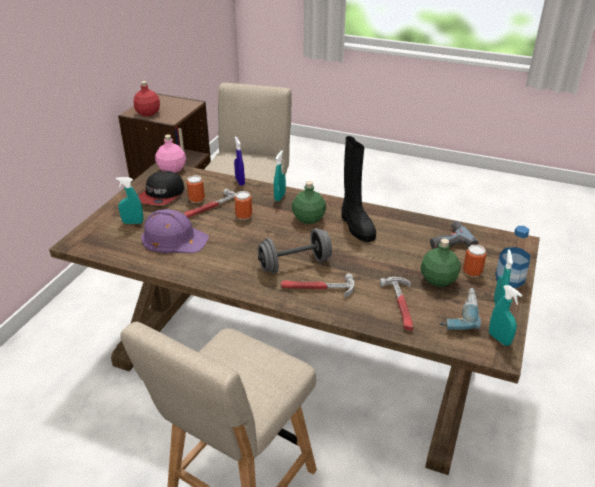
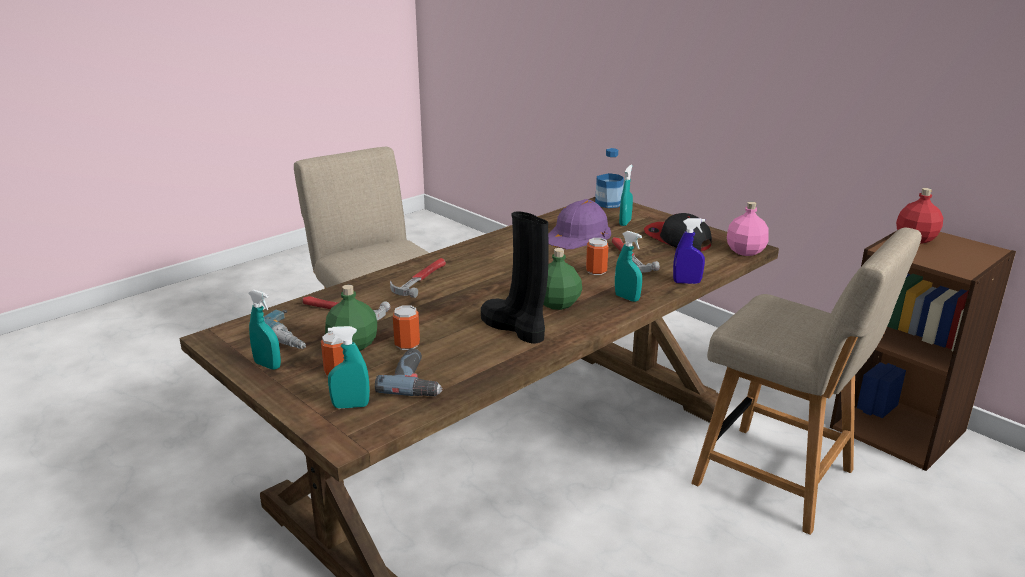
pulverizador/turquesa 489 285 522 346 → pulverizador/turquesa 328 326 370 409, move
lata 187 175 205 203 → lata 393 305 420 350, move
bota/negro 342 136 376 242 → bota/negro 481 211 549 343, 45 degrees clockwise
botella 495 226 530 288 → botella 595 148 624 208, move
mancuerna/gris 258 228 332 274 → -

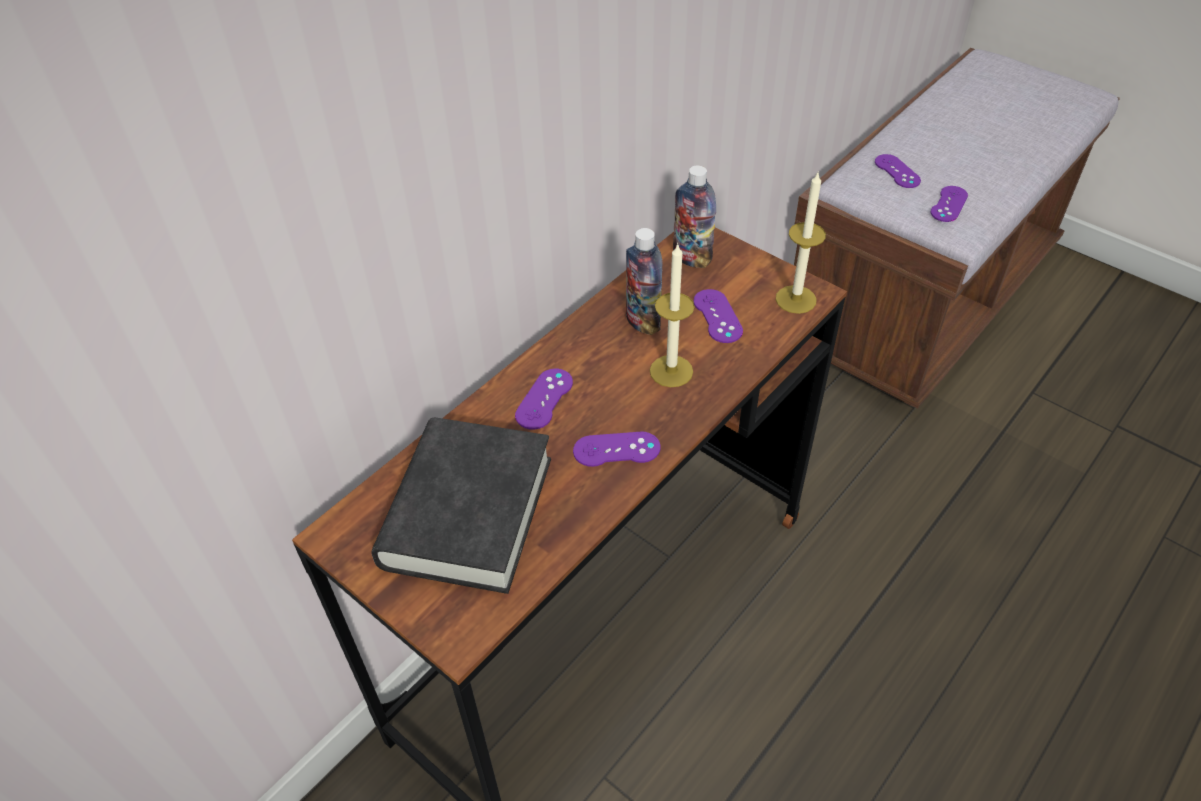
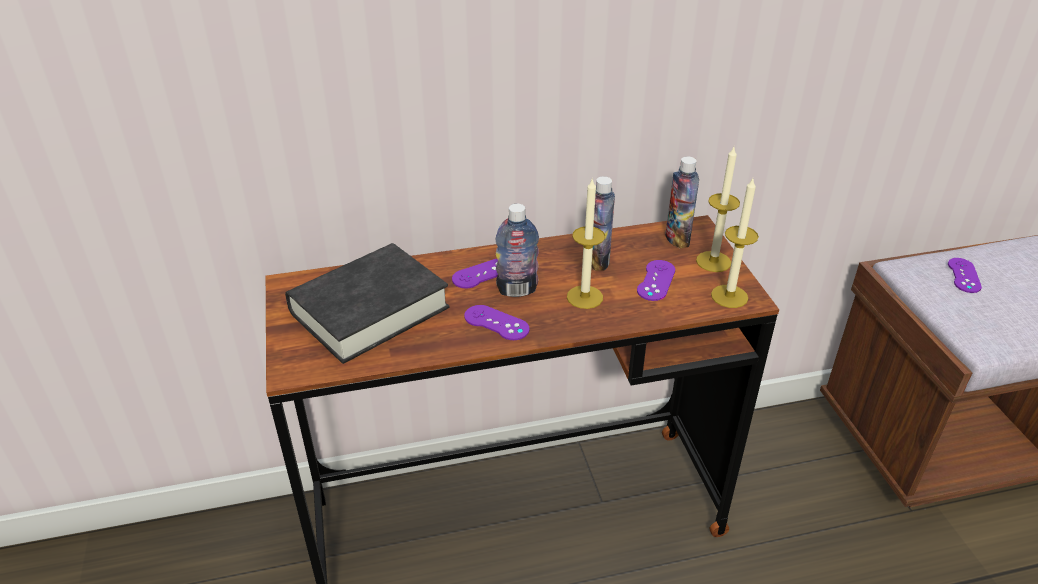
- → botella 495 204 539 297
- → vela 696 147 740 272
mando de consola/morado 931 186 968 222 → -

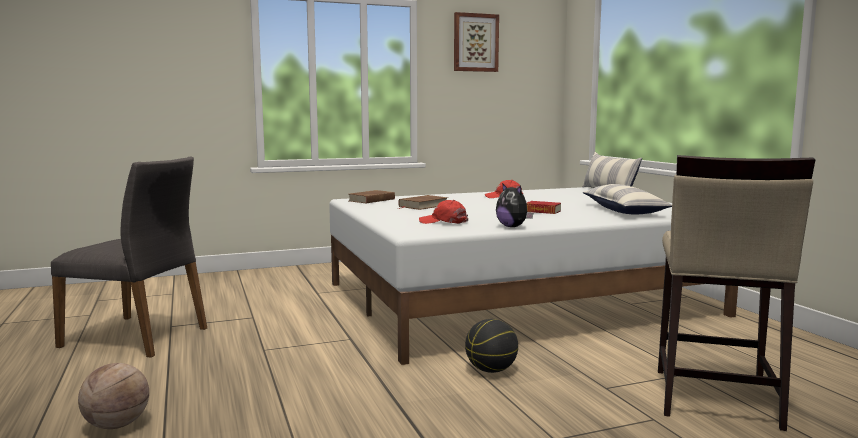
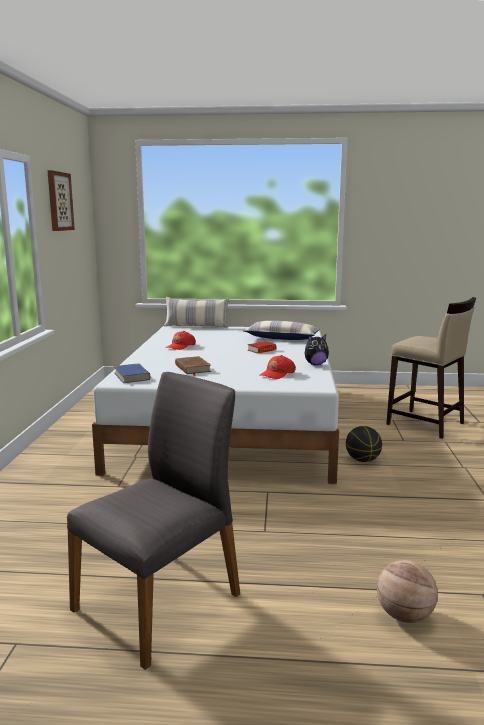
libro/marrón 349 190 395 203 → libro/azul 114 363 150 383

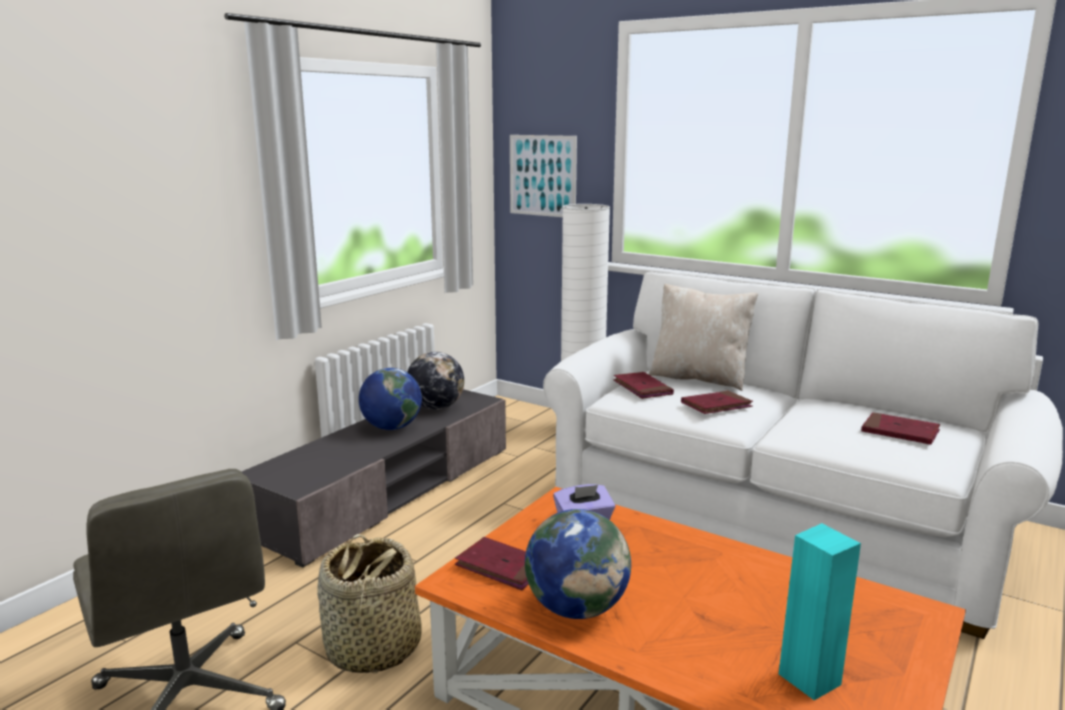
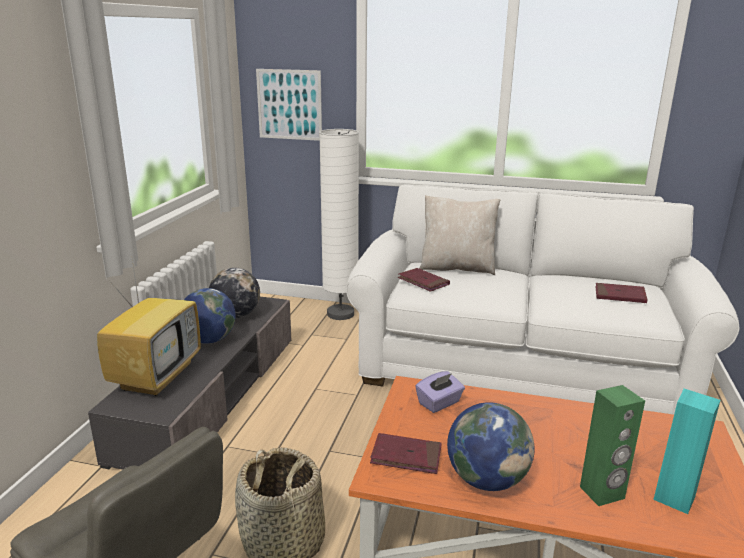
- → televisor 97 253 201 396
- → altavoz/verde 580 385 645 506
libro/rojo 681 390 753 414 → -

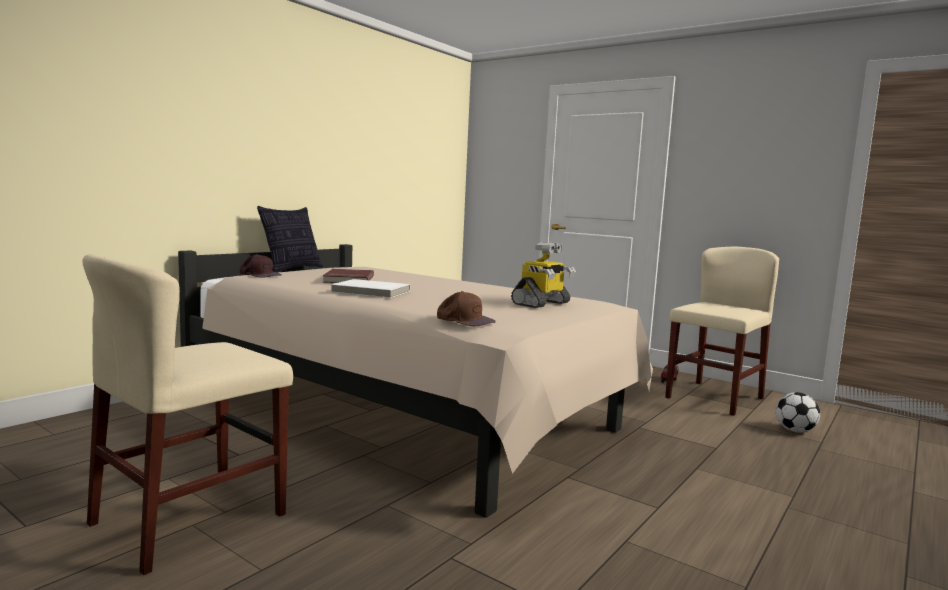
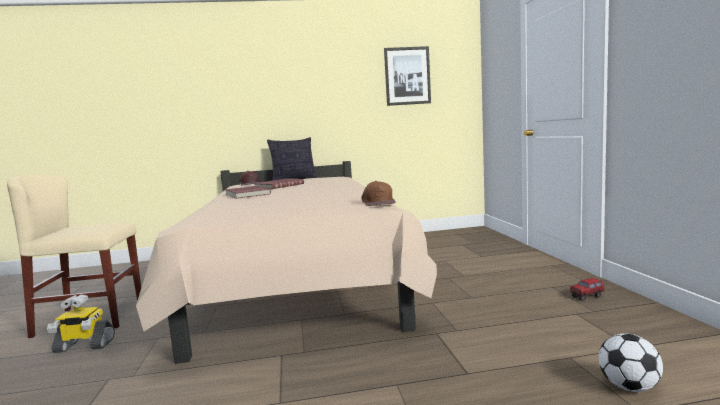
robot de juguete 511 242 576 308 → robot de juguete 47 294 115 353, move
libro/blanco 331 279 410 298 → libro/rojo 225 186 271 199
gorra/marrón 437 291 496 326 → gorra/marrón 361 181 396 206, move
- → cuadro 384 46 431 106
silla/beis 665 247 779 416 → -

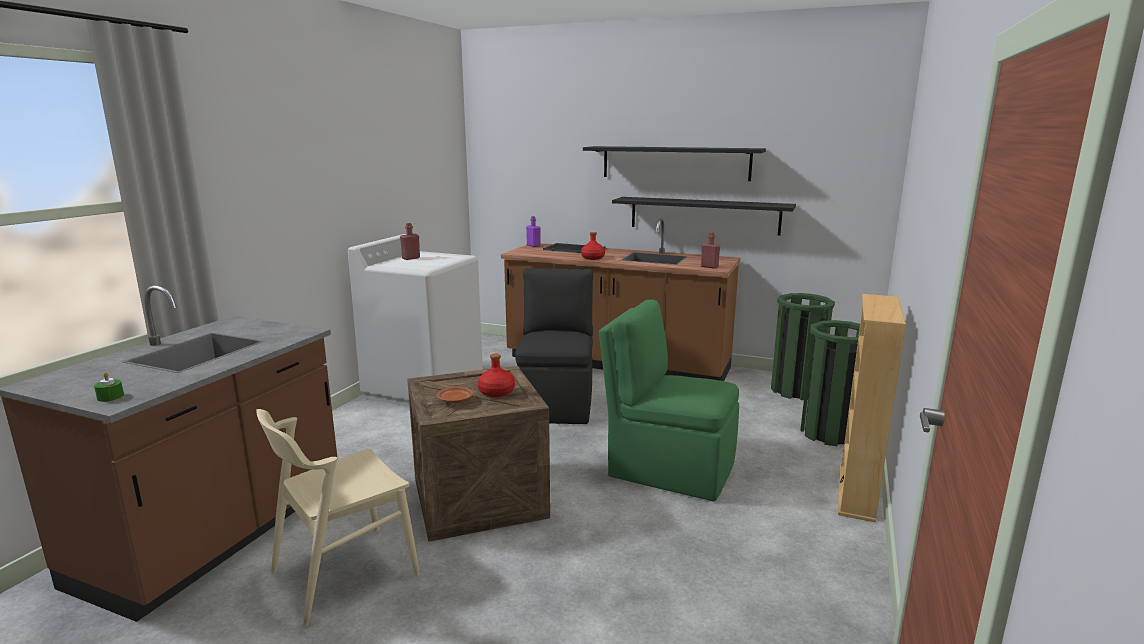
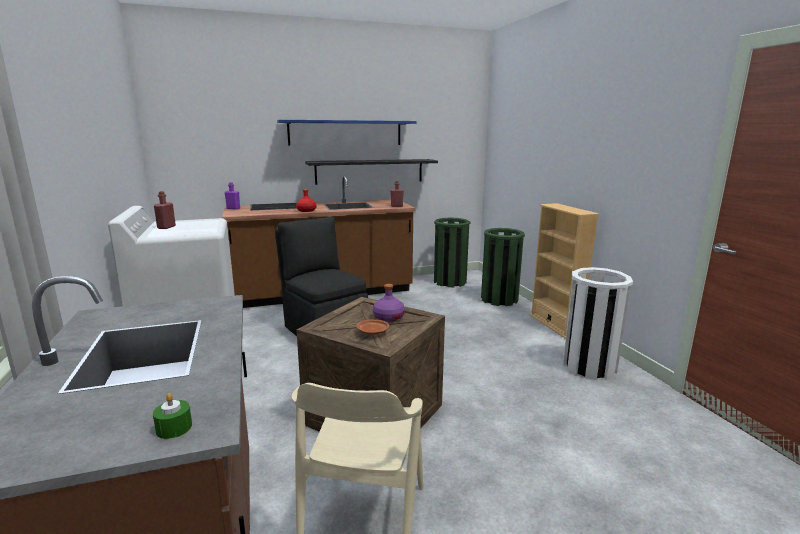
estante/negro 583 146 766 181 → estante/azul 277 120 416 146
botella/rojo 478 354 515 397 → botella/morado 373 284 405 322
- → papelera/blanco 563 267 633 380
silla/verde 599 300 739 502 → -

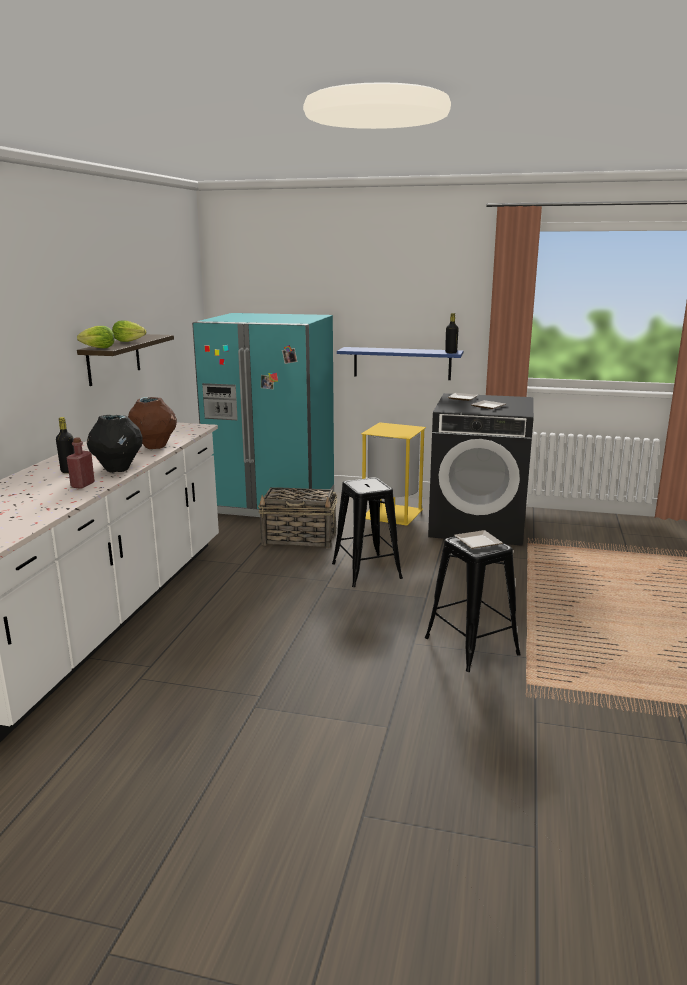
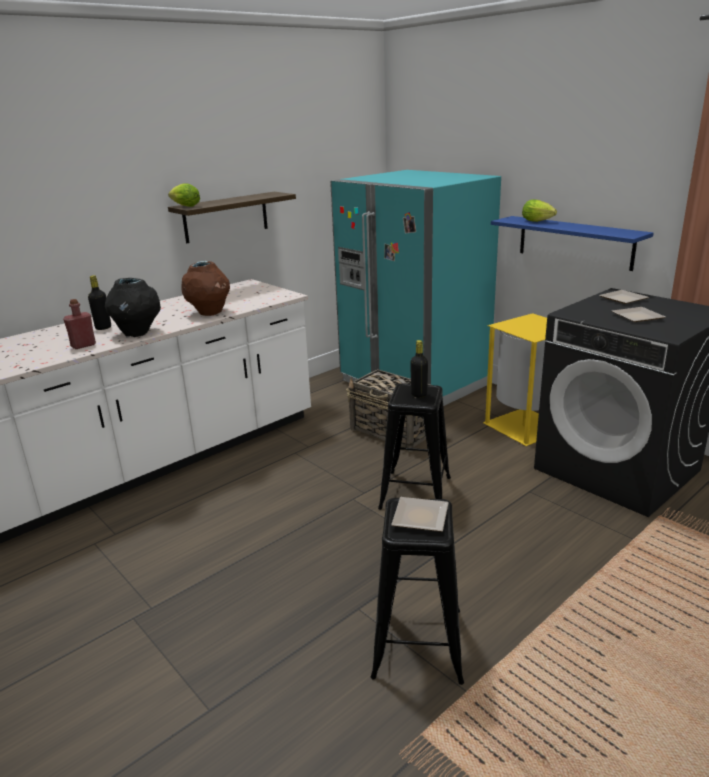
botella/negro 445 313 459 353 → botella/negro 410 340 428 398, move
lechuga 112 321 146 342 → lechuga 522 199 557 222, move

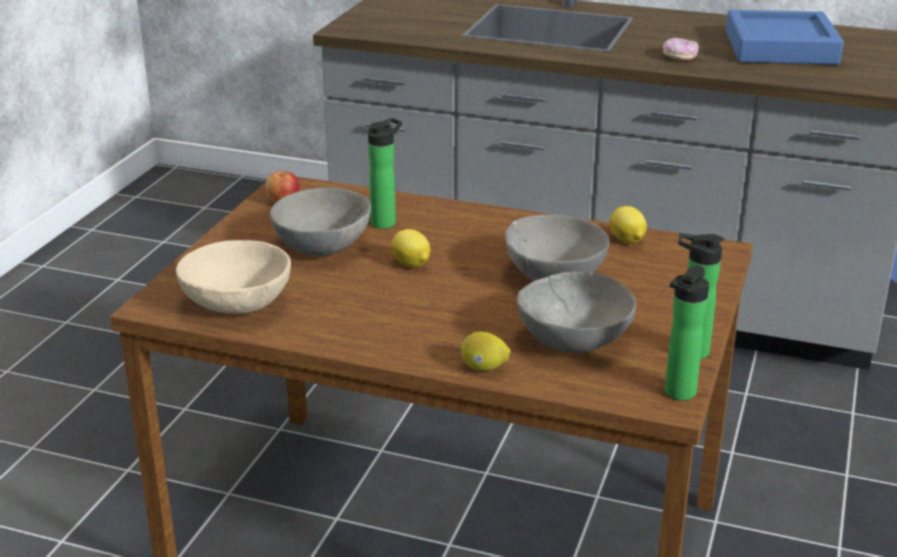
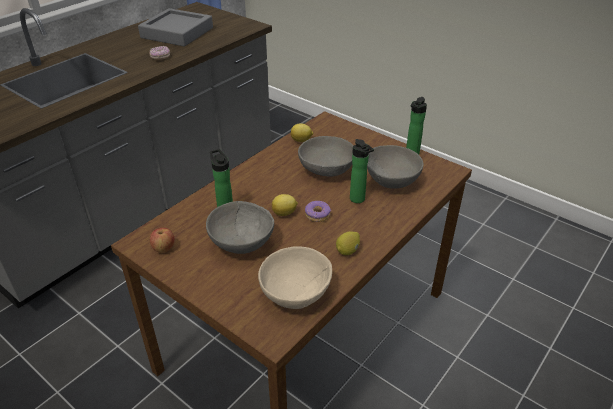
bandeja/azul 726 10 844 65 → bandeja/gris 138 8 213 46
- → rosquilla 305 201 331 222
limón 461 332 511 371 → limón 336 231 360 255, move
botella 665 266 709 401 → botella 350 139 374 203, move

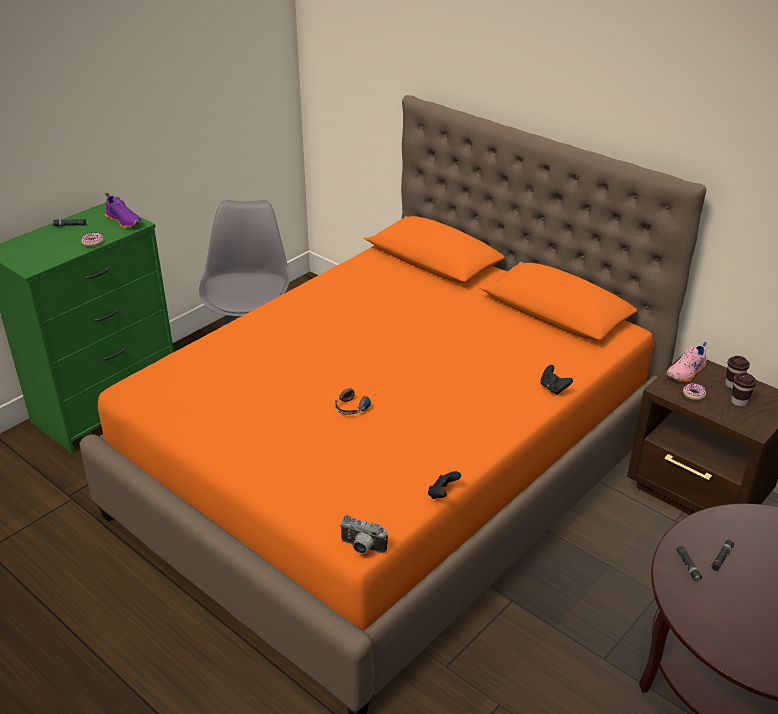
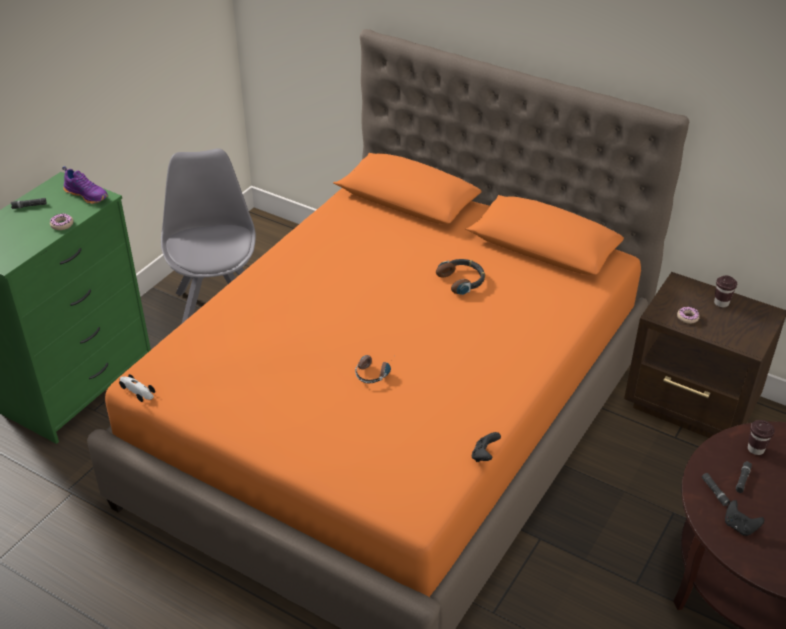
- → coche de juguete 119 374 155 402
- → auriculares 436 259 485 295
mando de consola/negro 541 365 573 395 → mando de consola/negro 725 500 764 536, move
taza/marrón 731 373 756 407 → taza/marrón 748 420 775 455, move
cámara 340 515 388 554 → -
zapato/rosa 666 342 707 382 → -

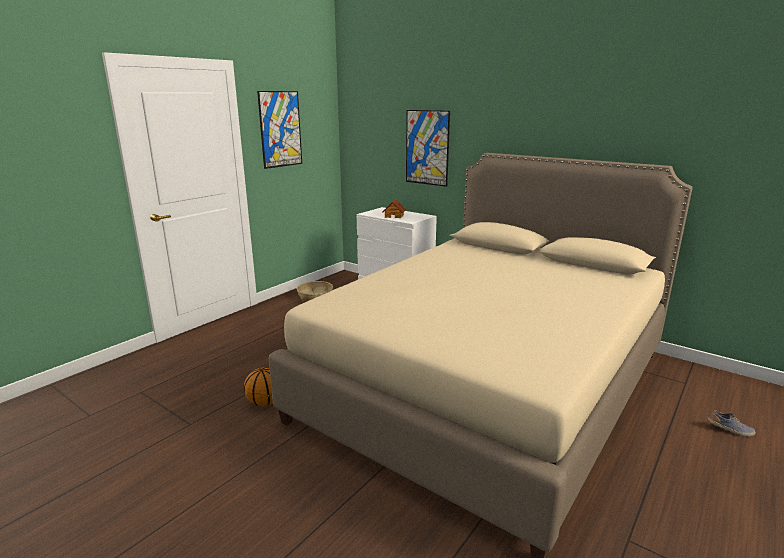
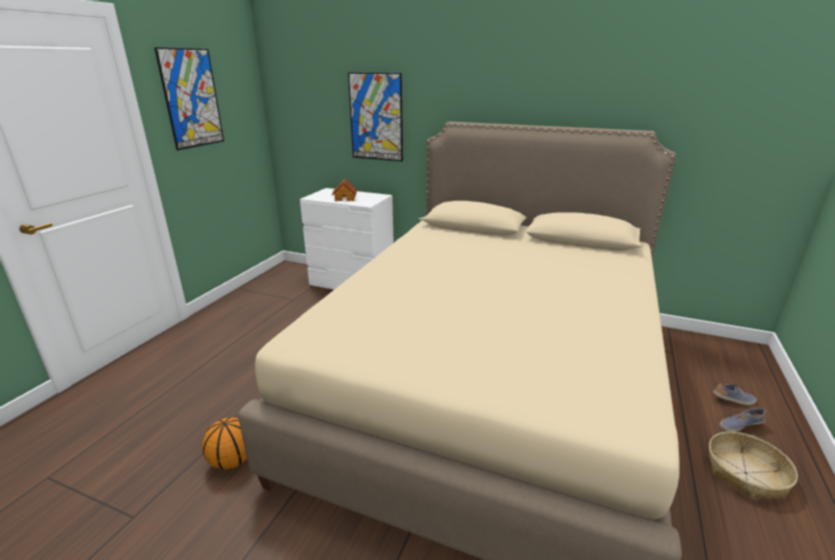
cesta 297 281 333 301 → cesta 709 431 798 499, move
- → zapato 719 408 766 432

